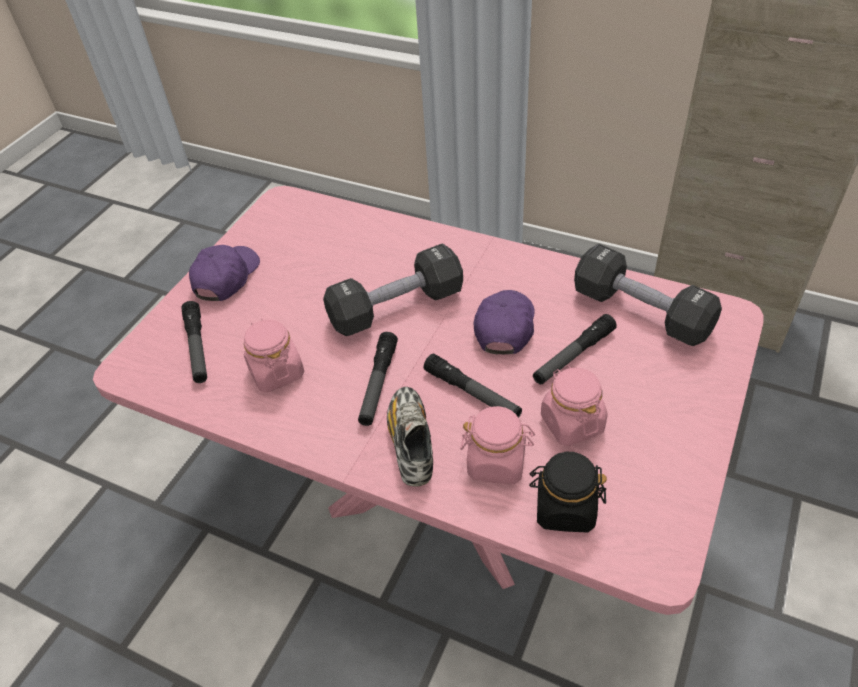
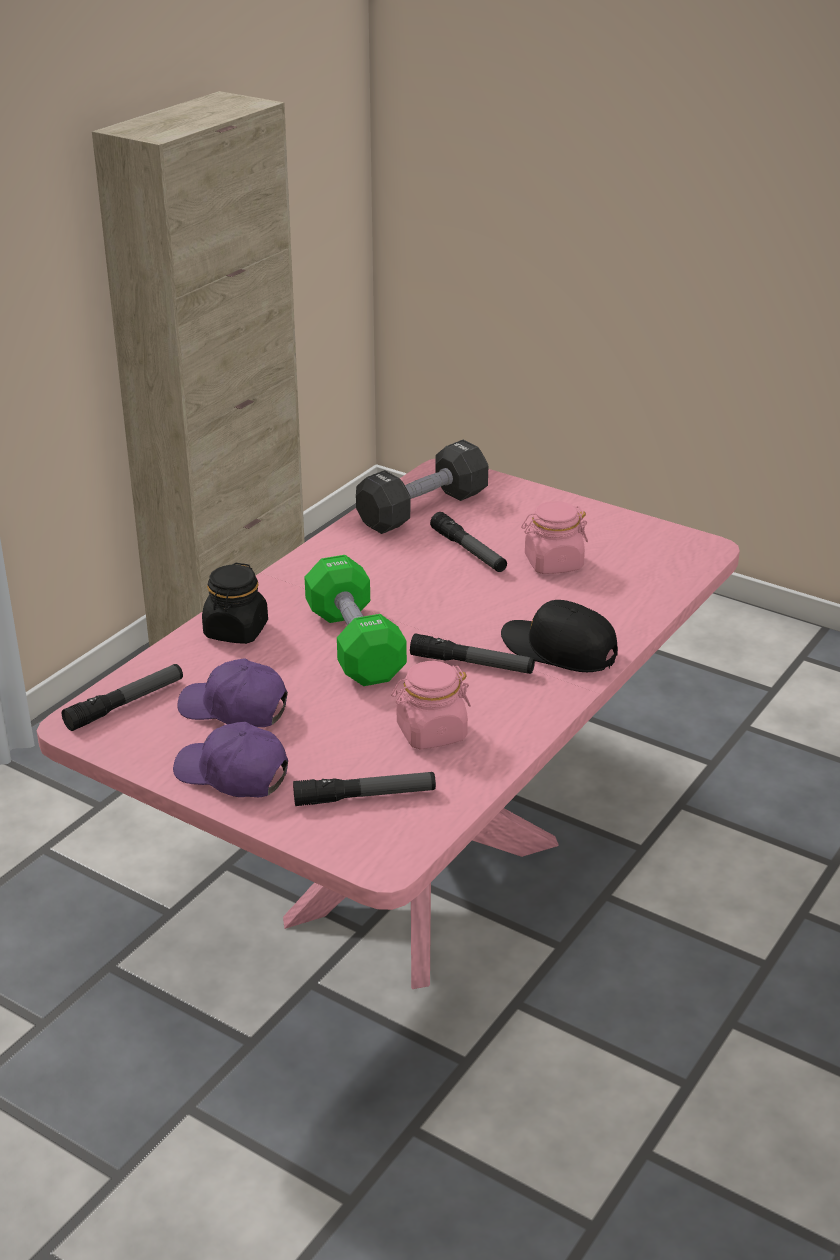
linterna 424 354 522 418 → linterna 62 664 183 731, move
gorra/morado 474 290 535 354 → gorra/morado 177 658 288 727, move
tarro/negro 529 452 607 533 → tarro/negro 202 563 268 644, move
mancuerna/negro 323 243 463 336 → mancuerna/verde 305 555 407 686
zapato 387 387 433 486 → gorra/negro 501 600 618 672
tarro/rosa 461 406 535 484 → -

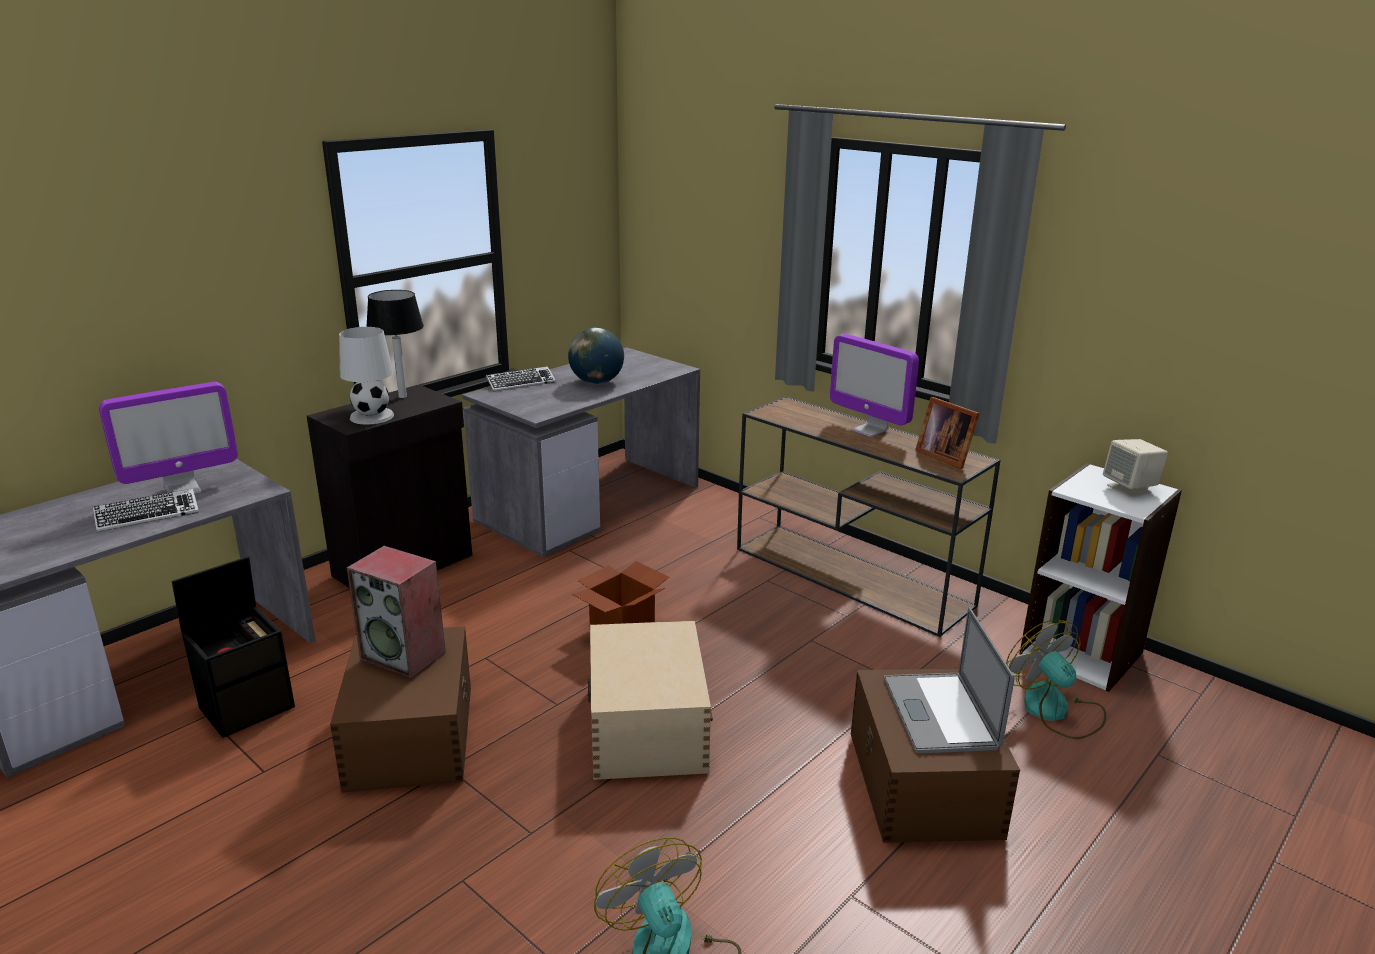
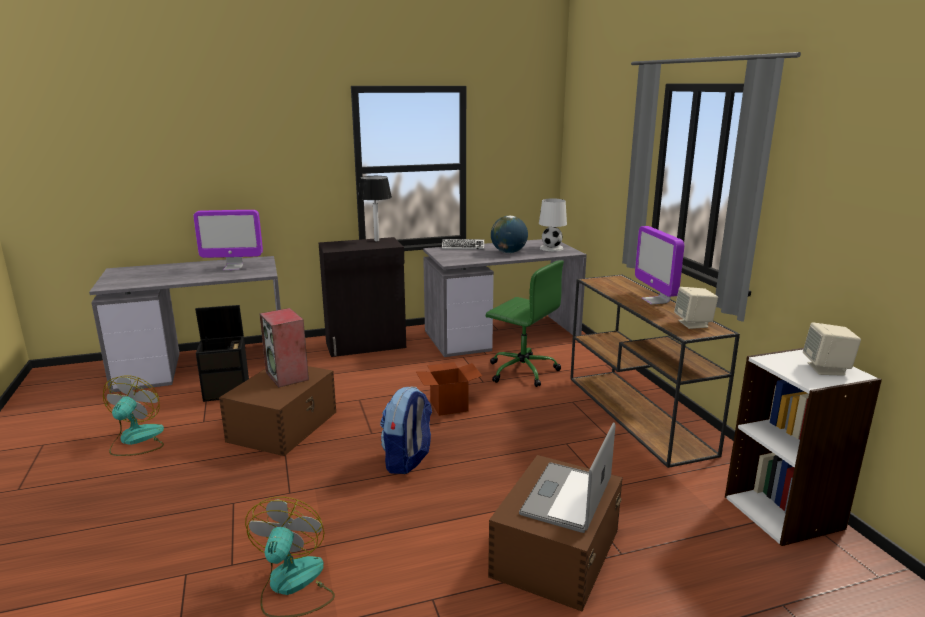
ventilador 1006 619 1106 739 → ventilador 103 376 164 456, move
caja de almacenaje/beis 587 621 713 780 → mochila 380 387 432 474
- → silla de oficina/verde 486 260 564 387
lámpara de mesa/blanco 339 327 394 424 → lámpara de mesa/blanco 539 199 567 251, move
portarretratos 915 397 980 469 → altavoz/beis 674 287 718 329
teclado 93 488 199 532 → -

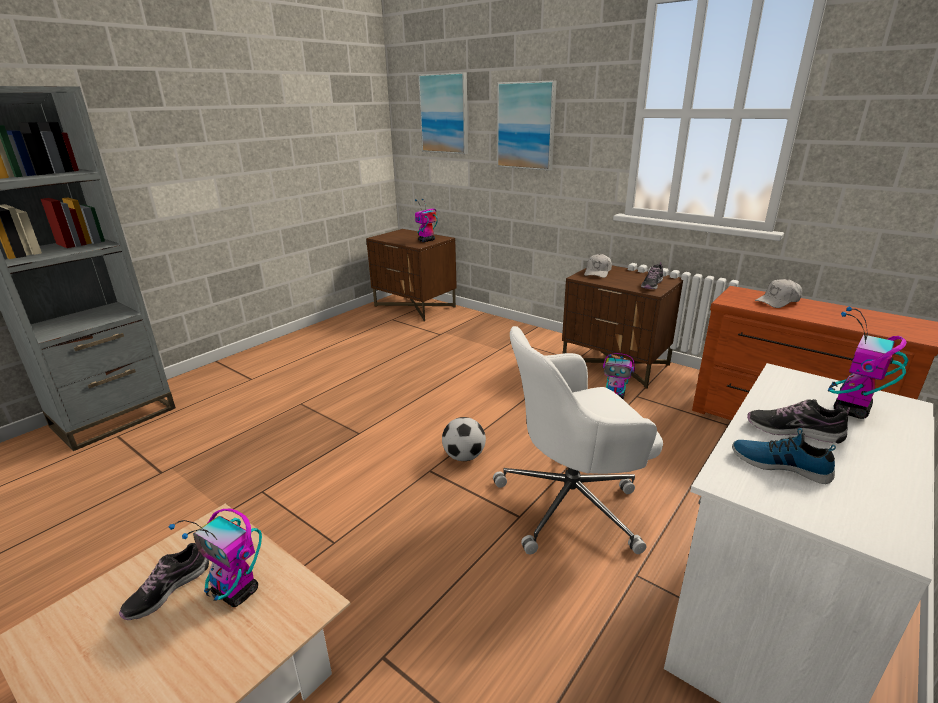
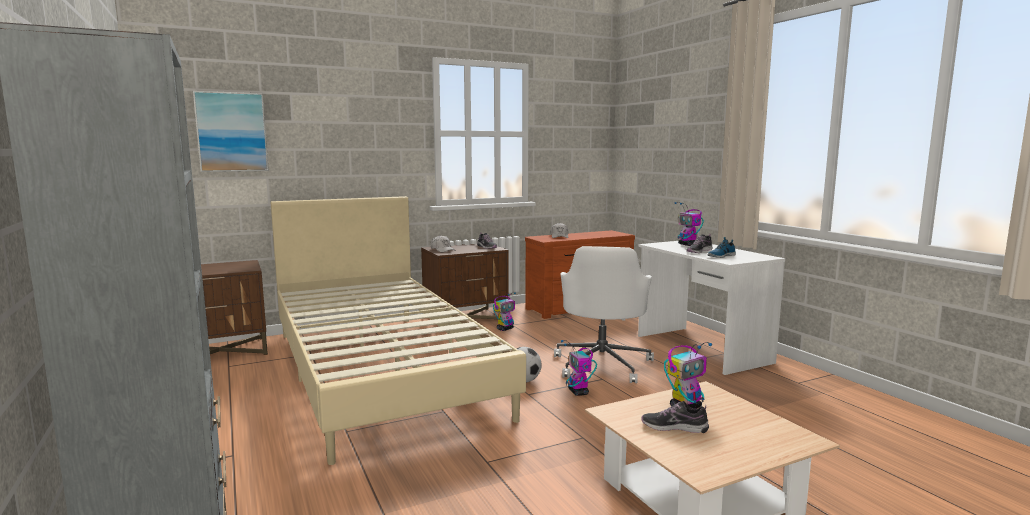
- → cama/beis 271 196 526 465
robot de juguete 415 199 438 242 → robot de juguete 561 340 597 396, move
zapato 119 543 209 620 → zapato 641 401 709 433, 135 degrees clockwise
cuadro 497 80 557 171 → -

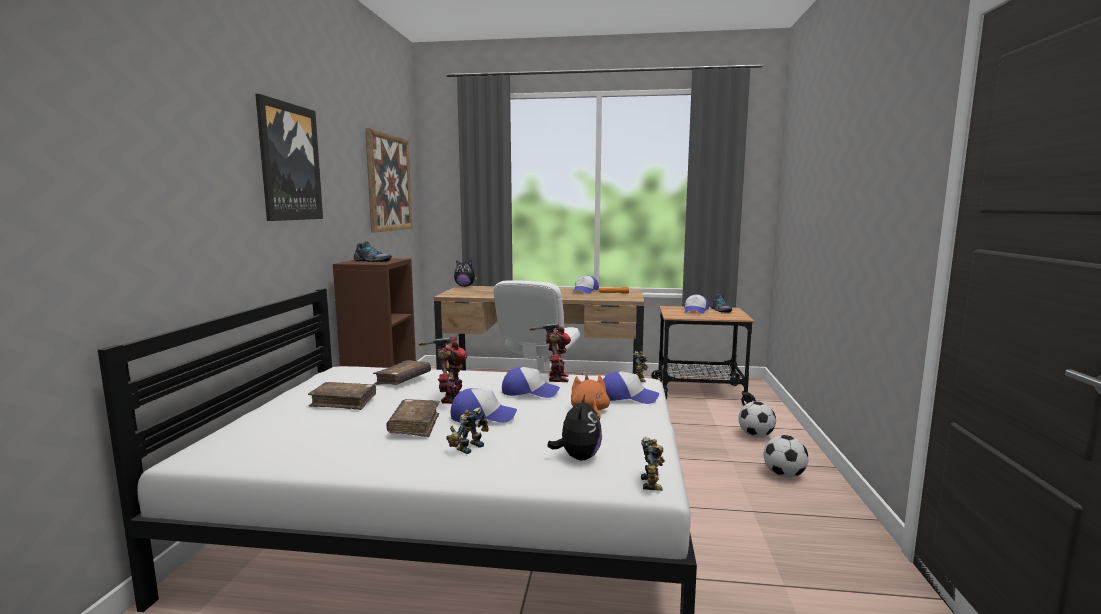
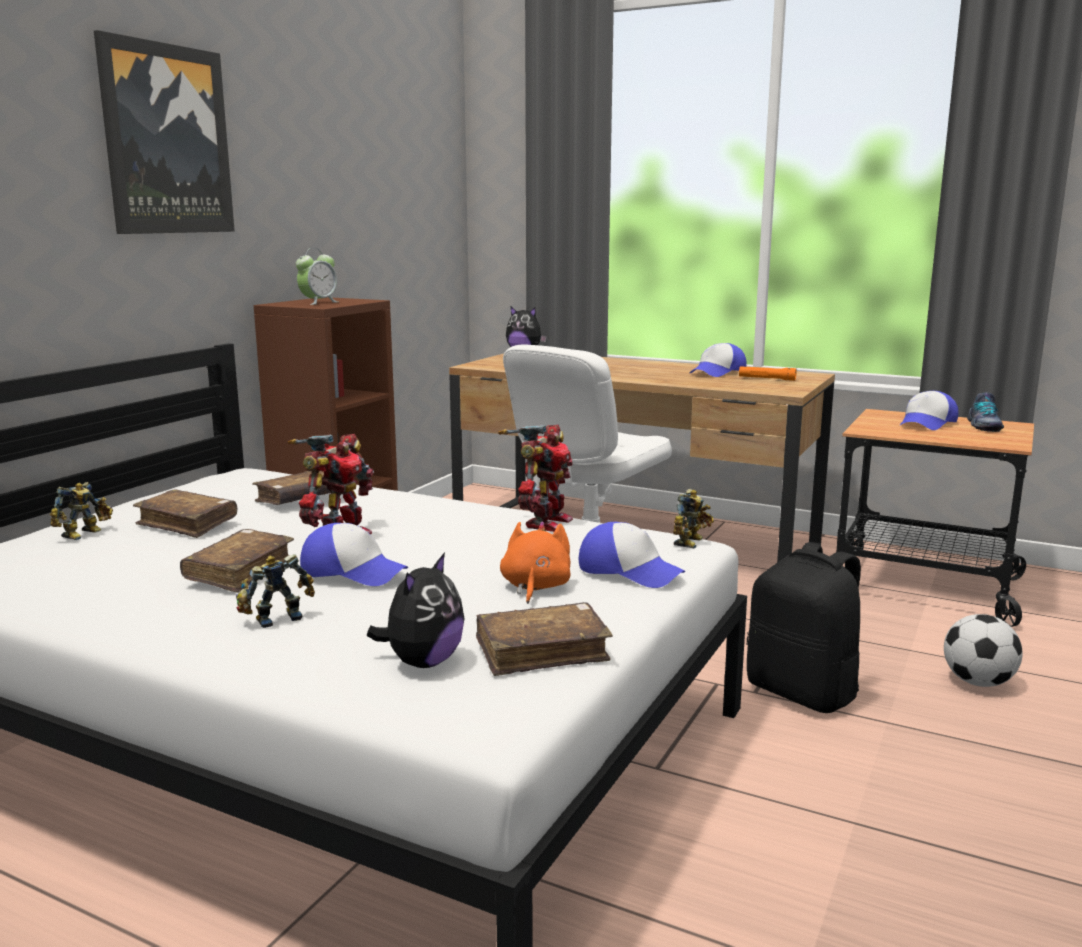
robot de juguete 641 437 665 491 → robot de juguete 50 482 113 540, move
zapato 354 241 392 262 → despertador 296 248 337 305
- → libro/marrón 476 602 613 676
- → mochila/negro 747 543 861 713
cuadro 365 128 412 233 → -
gorra 502 367 560 398 → -
balón de fútbol 764 435 809 478 → -

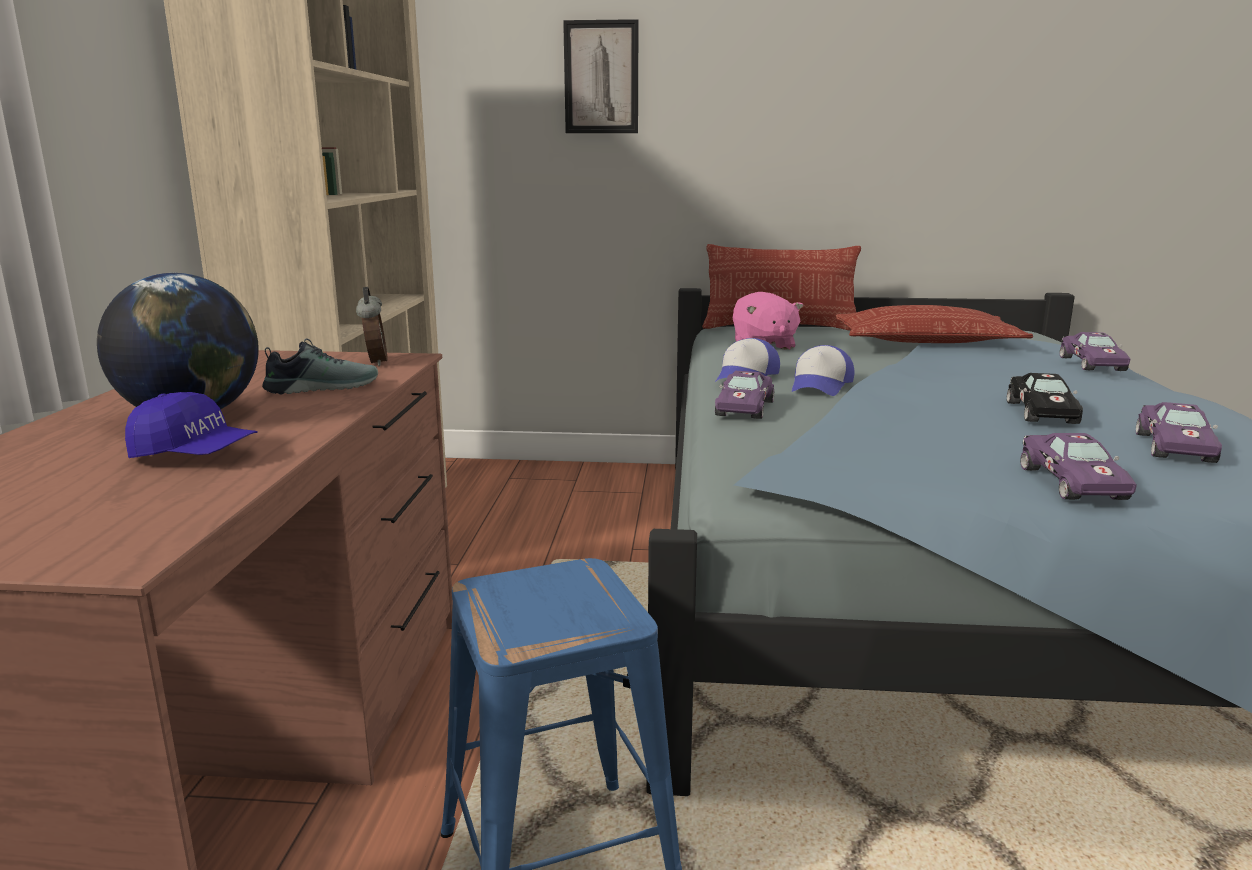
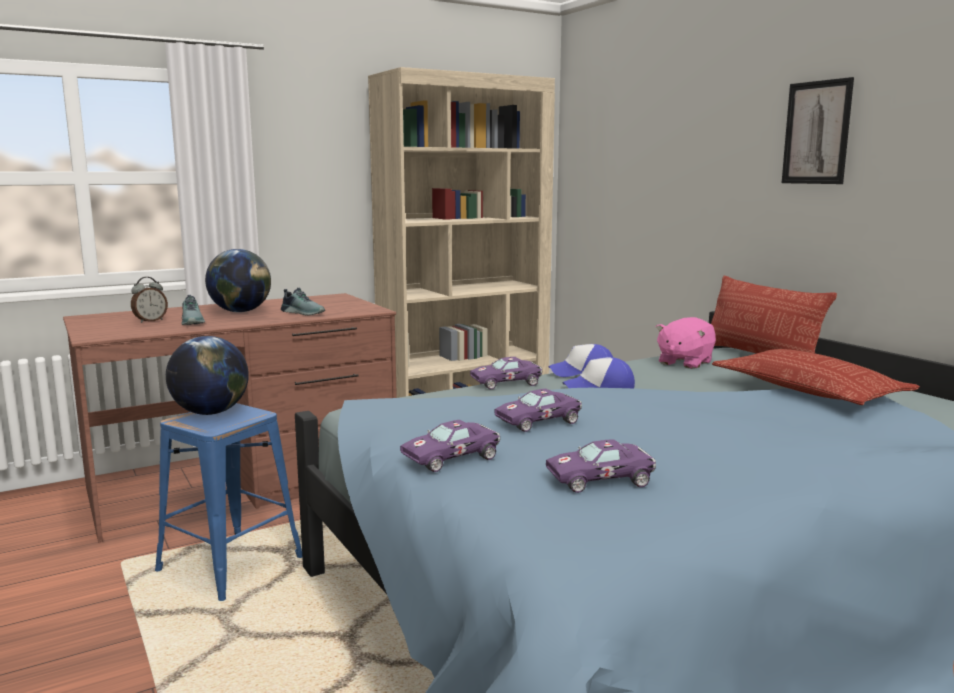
despertador 356 287 388 366 → despertador 131 277 168 323, move
- → globo terráqueo 166 336 249 415
gorra/azul 125 392 258 458 → zapato 182 295 205 325
coche de juguete/morado 1060 332 1130 371 → coche de juguete/morado 494 389 582 432, move
cuadro 563 19 639 133 → cuadro 782 77 854 184, move
coche de juguete/negro 1007 373 1083 424 → -

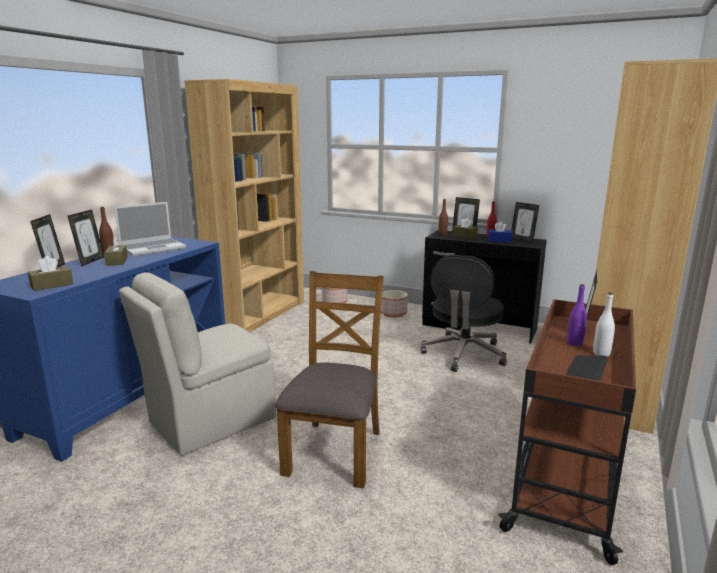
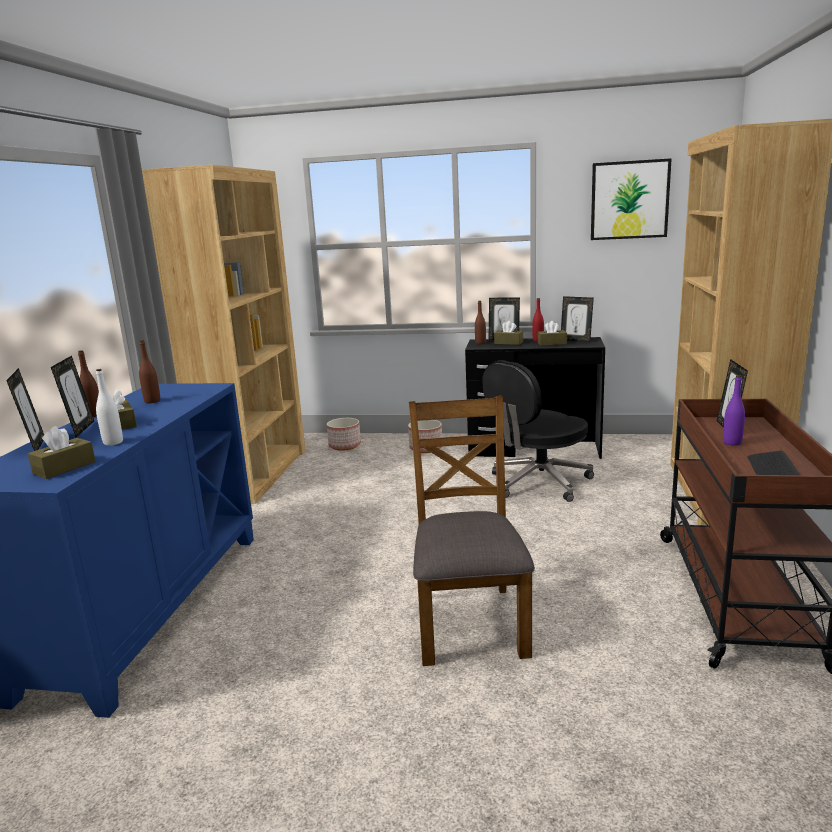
botella/blanco 593 292 615 357 → botella/blanco 96 369 123 446, move
portátil 114 202 186 256 → botella/marrón 139 340 160 403
silla de oficina/negro 420 255 507 372 → silla de oficina/negro 482 360 594 502, 45 degrees clockwise
caja de pañuelos/azul 488 221 512 243 → caja de pañuelos/marrón 538 321 567 346
- → cuadro 591 158 672 240
silla/beis 119 272 276 456 → -

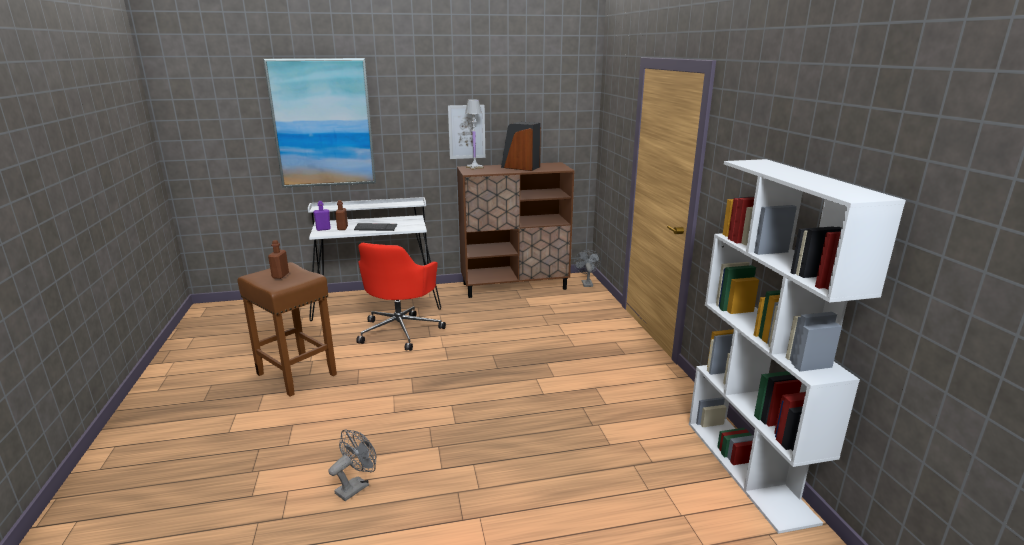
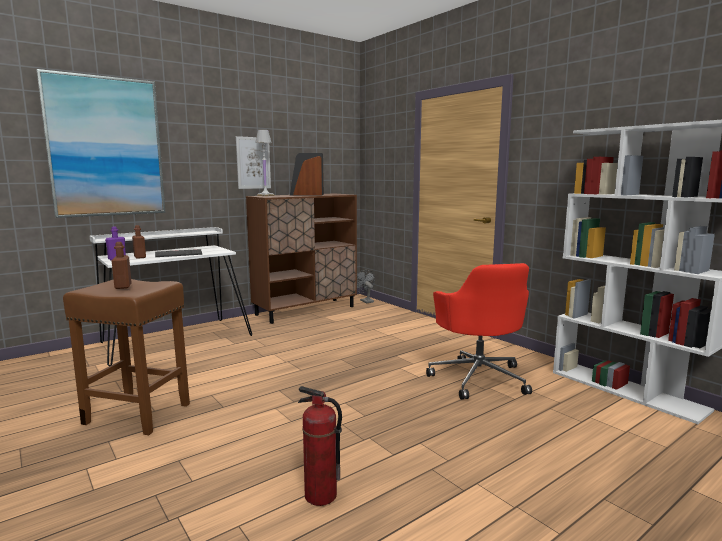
ventilador/gris 328 430 376 501 → extintor 298 386 342 506
silla de oficina/rojo 356 243 446 351 → silla de oficina/rojo 426 263 532 400, move

